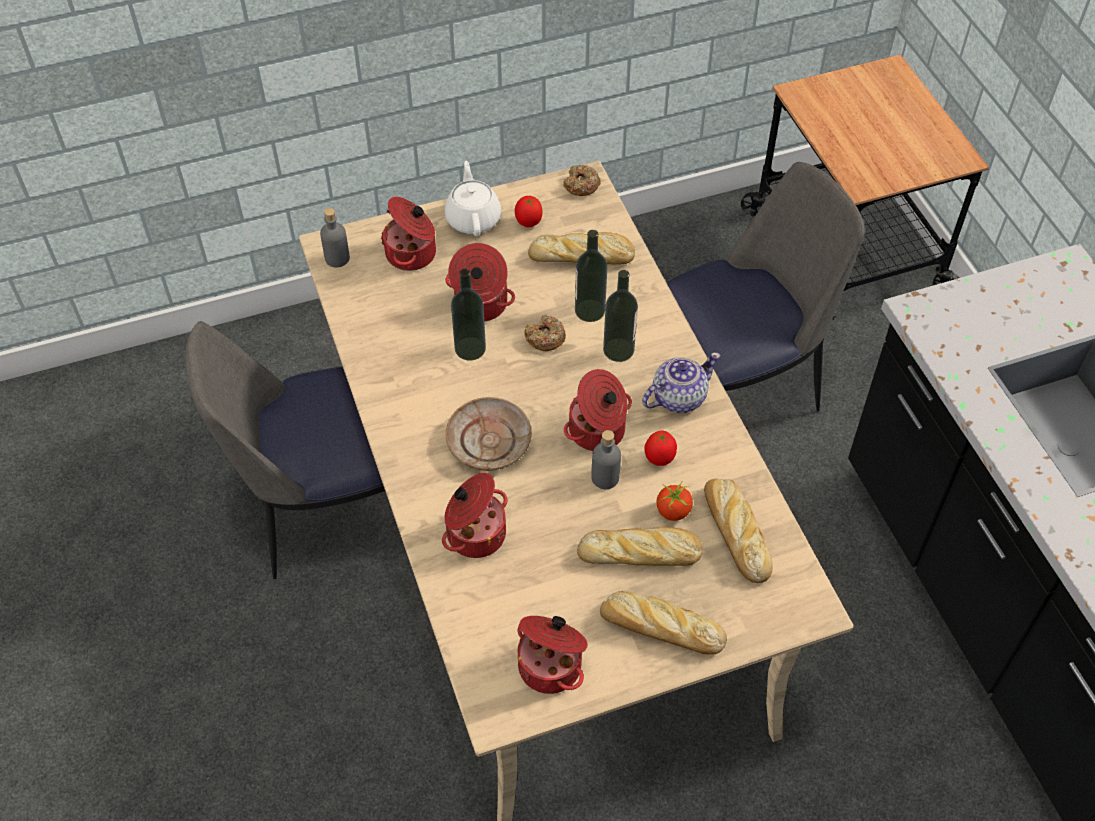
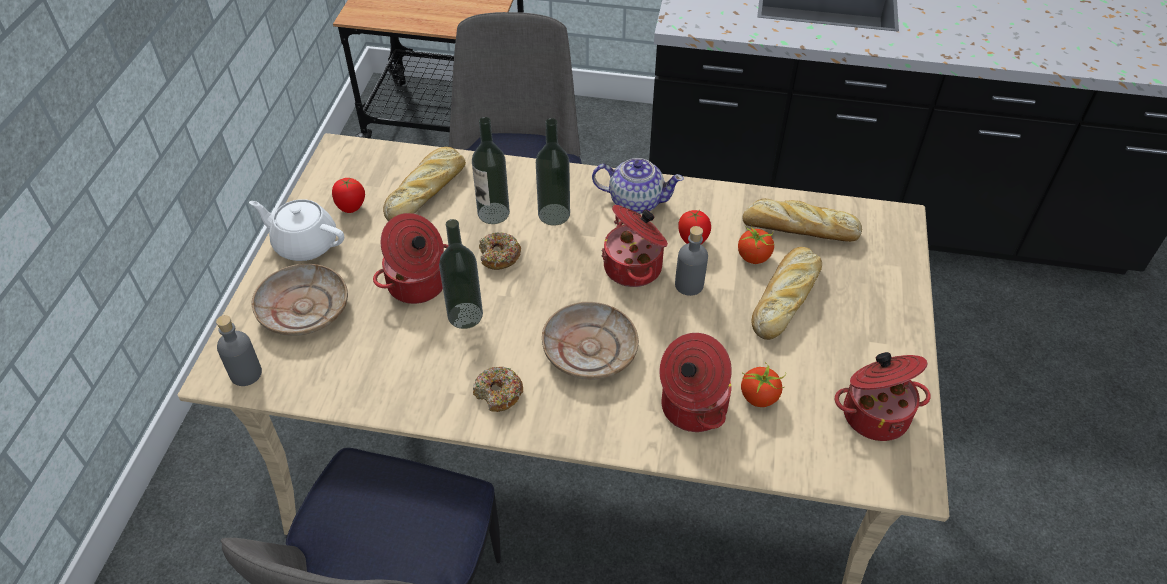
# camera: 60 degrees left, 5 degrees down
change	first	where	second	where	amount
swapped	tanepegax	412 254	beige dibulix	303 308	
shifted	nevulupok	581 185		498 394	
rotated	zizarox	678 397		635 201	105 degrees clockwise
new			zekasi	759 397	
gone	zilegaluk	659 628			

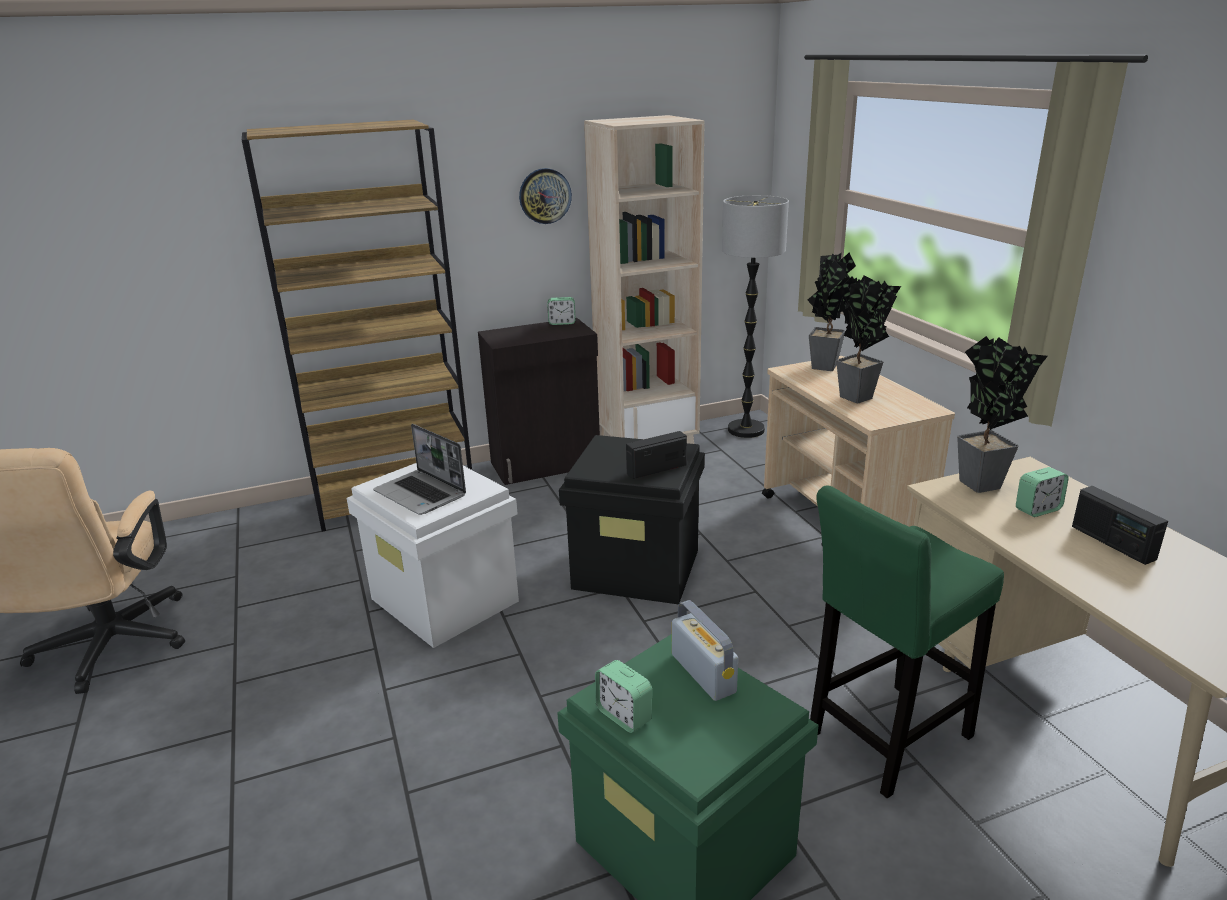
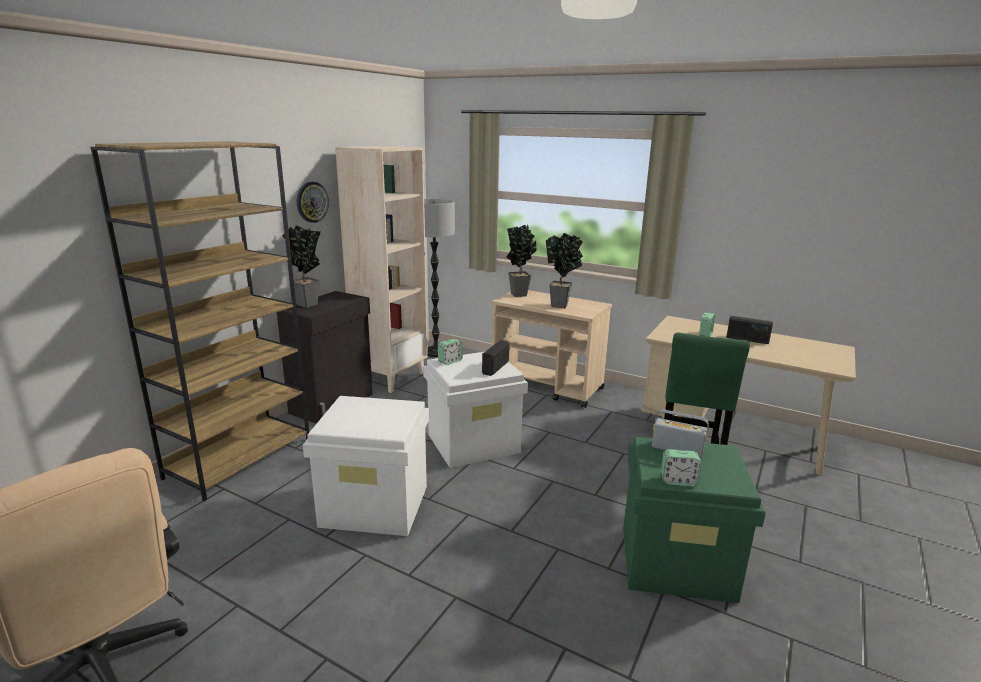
# camera: 40 degrees left, 5 degrees down
change	first	where	second	where	amount
shifted	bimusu	980 487		307 305	
repainted	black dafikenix	638 569	white dafikenix	474 443	
shifted	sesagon	562 323		450 361	
gone	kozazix	421 494			

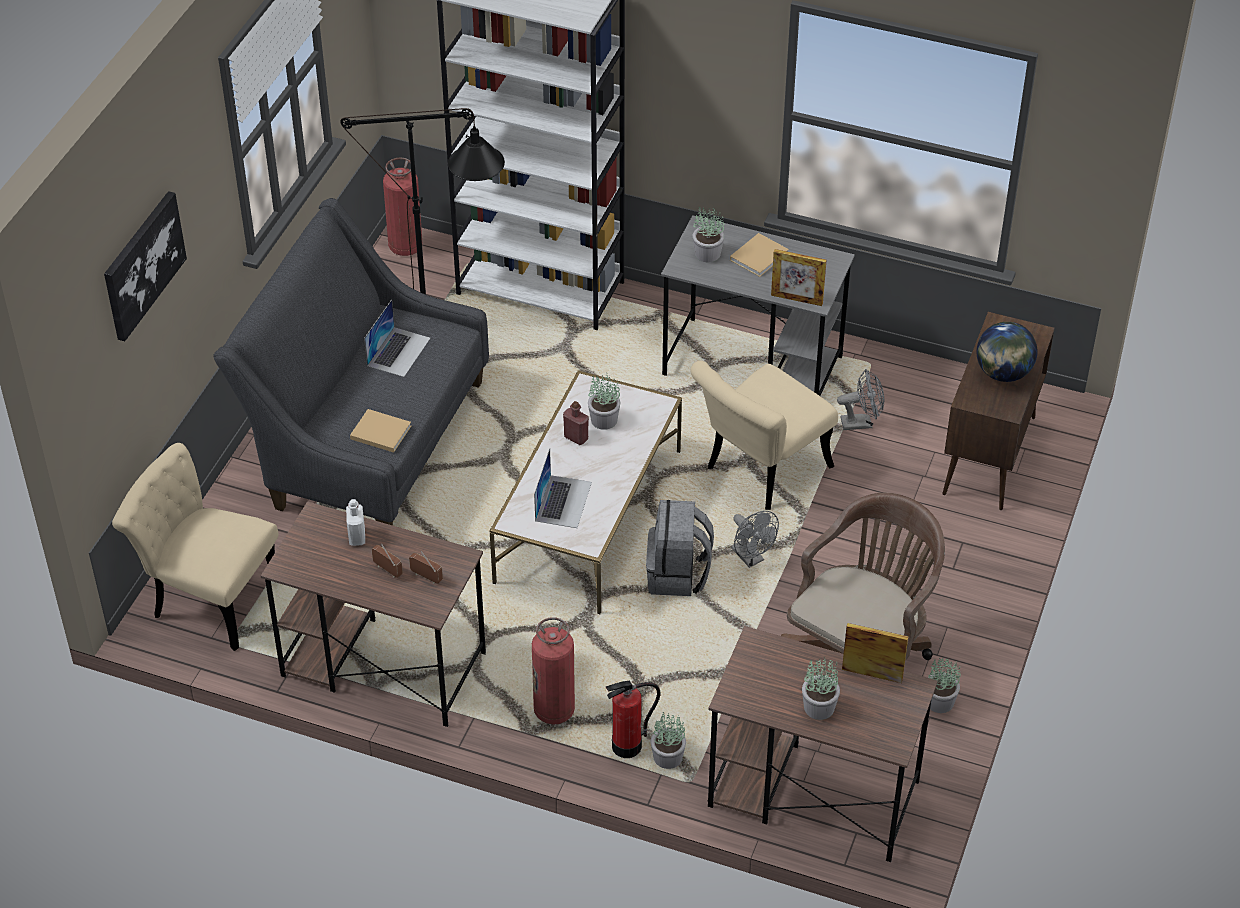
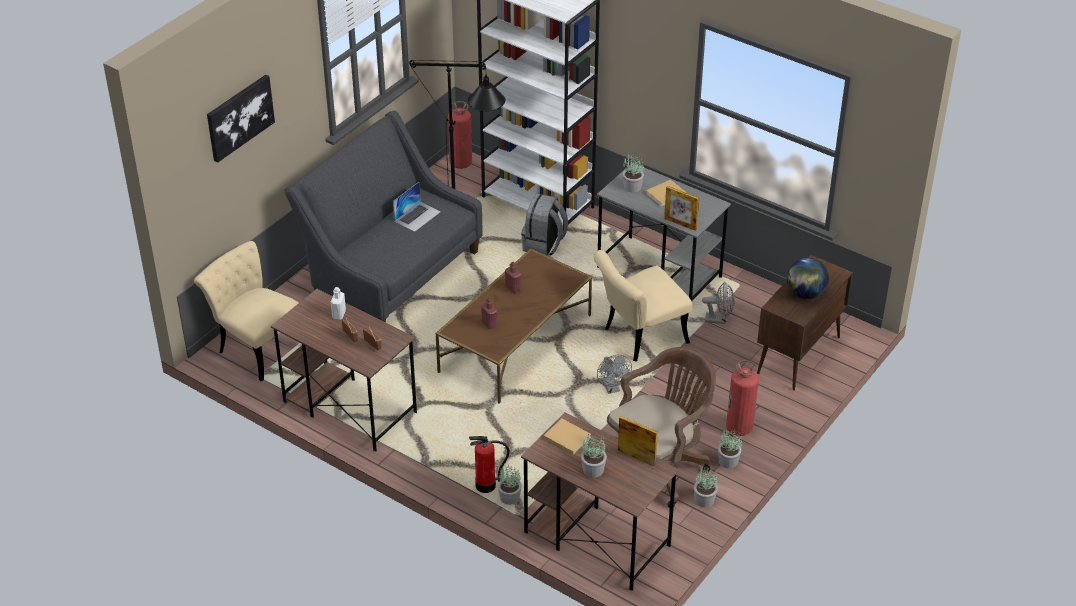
# camera: 15 degrees right, 5 degrees down
change	first	where	second	where	amount
repainted	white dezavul	588 516	brown dezavul	515 343	
swapped	kozazix	563 501	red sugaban	489 324	
shifted	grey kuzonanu	678 575		544 245	
shifted	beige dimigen	379 432		566 437	
shifted	bimusu	603 420		727 461	
shifted	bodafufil	554 710		739 428	

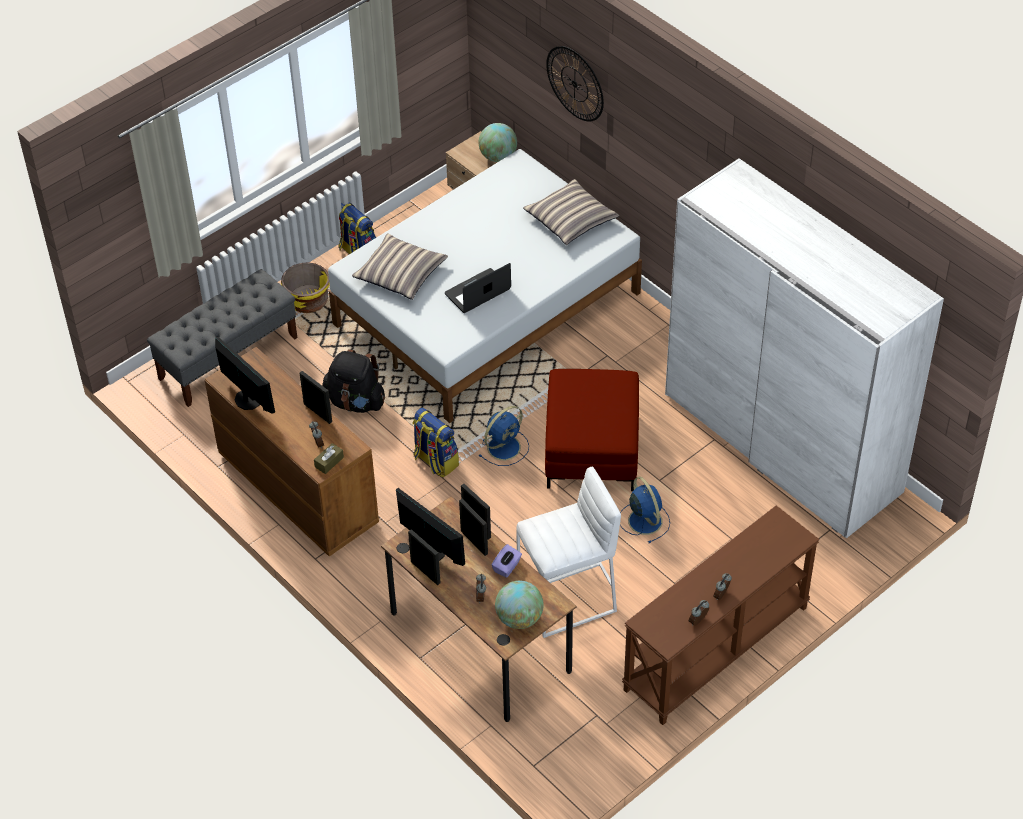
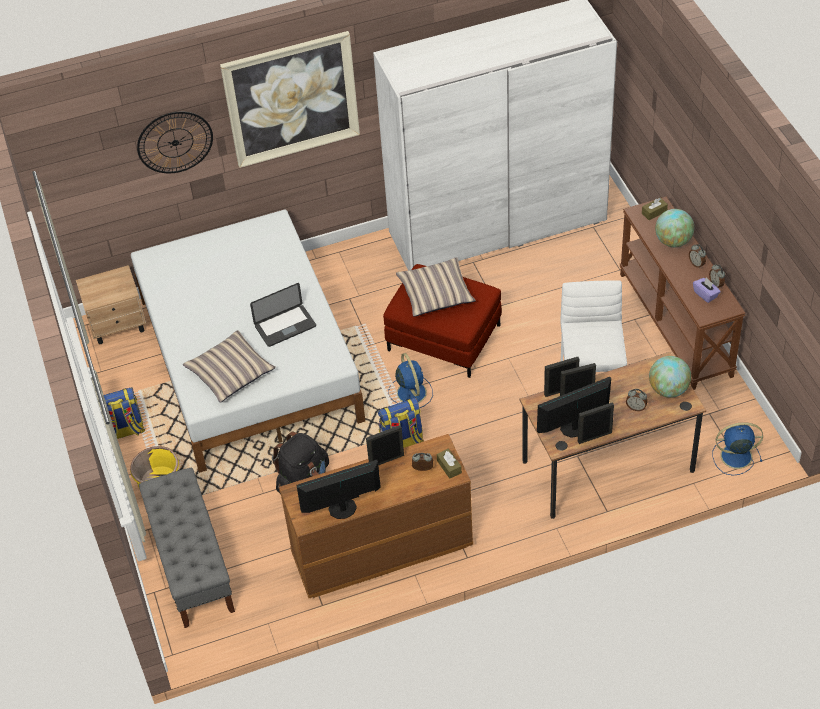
# camera: 65 degrees left, 0 degrees up
change	first	where	second	where	amount
new			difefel	291 99	
rotated	kozazix	477 292		285 326	105 degrees counterclockwise
shifted	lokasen	570 219		436 293	
new			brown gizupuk	654 212	
shifted	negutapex	498 156		673 241	
shifted	purple gizupuk	507 567		705 294	
shifted	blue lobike	644 520		734 456	

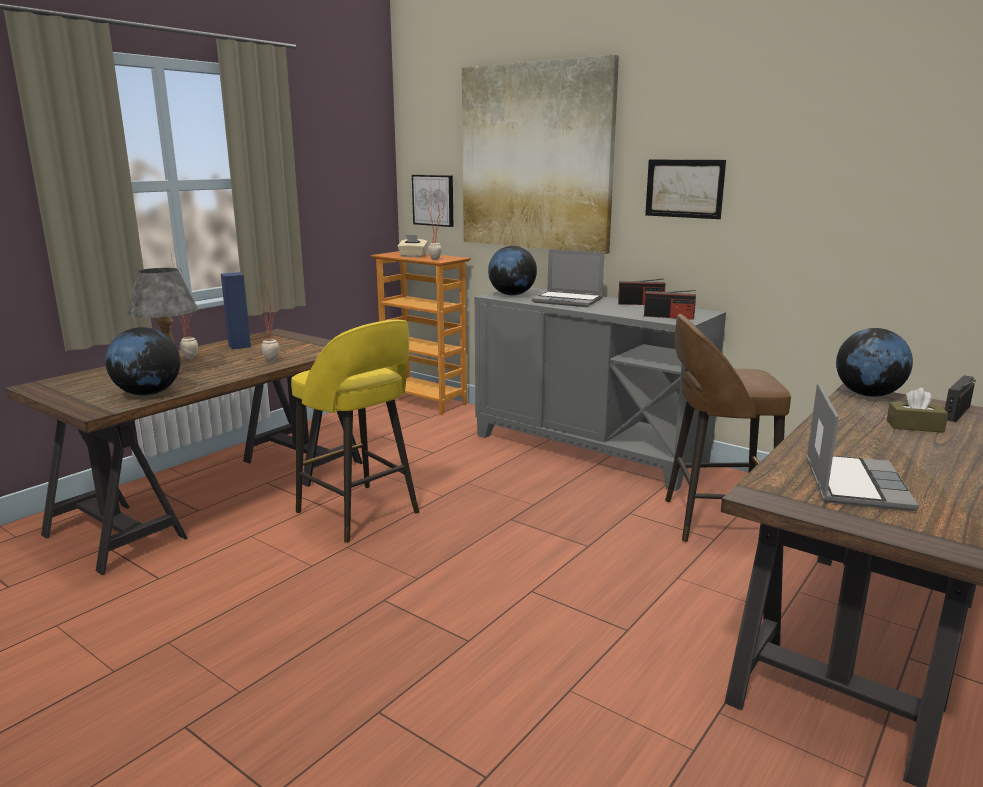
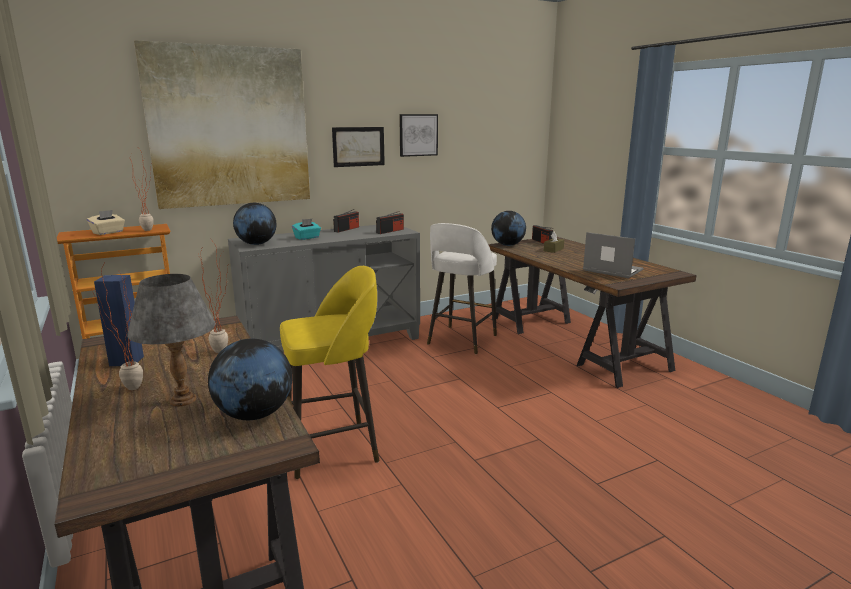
# camera: 65 degrees left, 0 degrees up
change	first	where	second	where	amount
swapped	kozazix	568 301	turquoise gizupuk	307 238	
shifted	difefel	433 200		418 135	
repainted	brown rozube	714 520	white rozube	461 340	

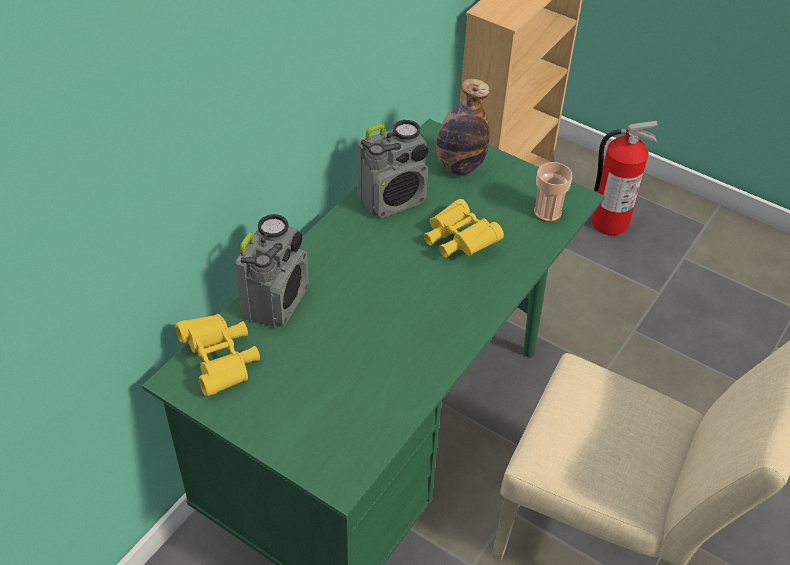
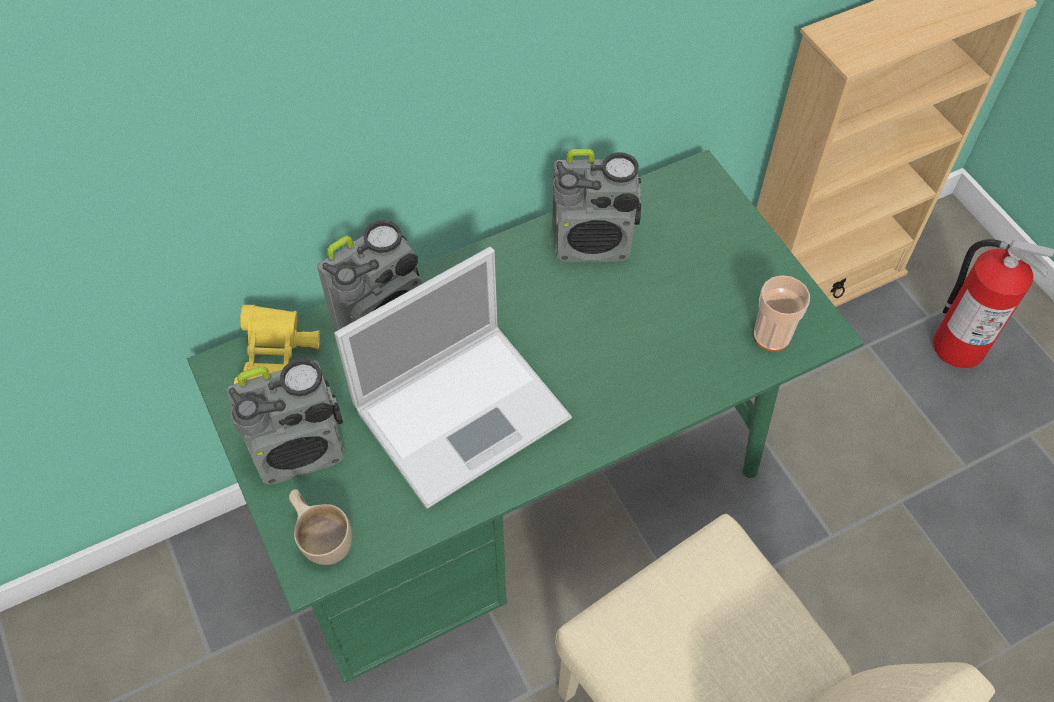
# camera: 30 degrees right, 10 degrees up
change	first	where	second	where	amount
new			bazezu	300 450	
new			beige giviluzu	323 536	
new			kozazix	465 410	
gone	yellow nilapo	458 241			
gone	sugaban	459 167			

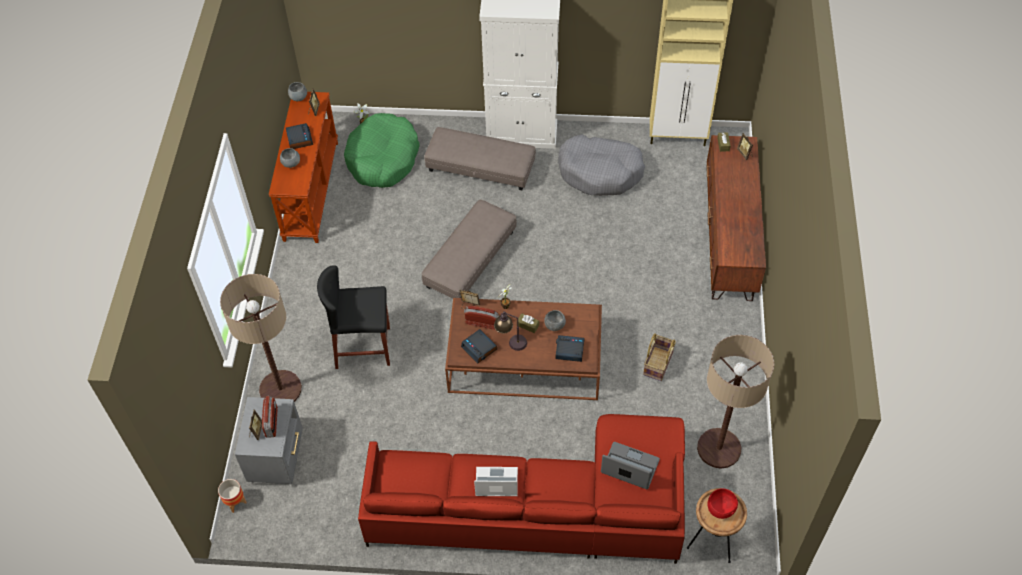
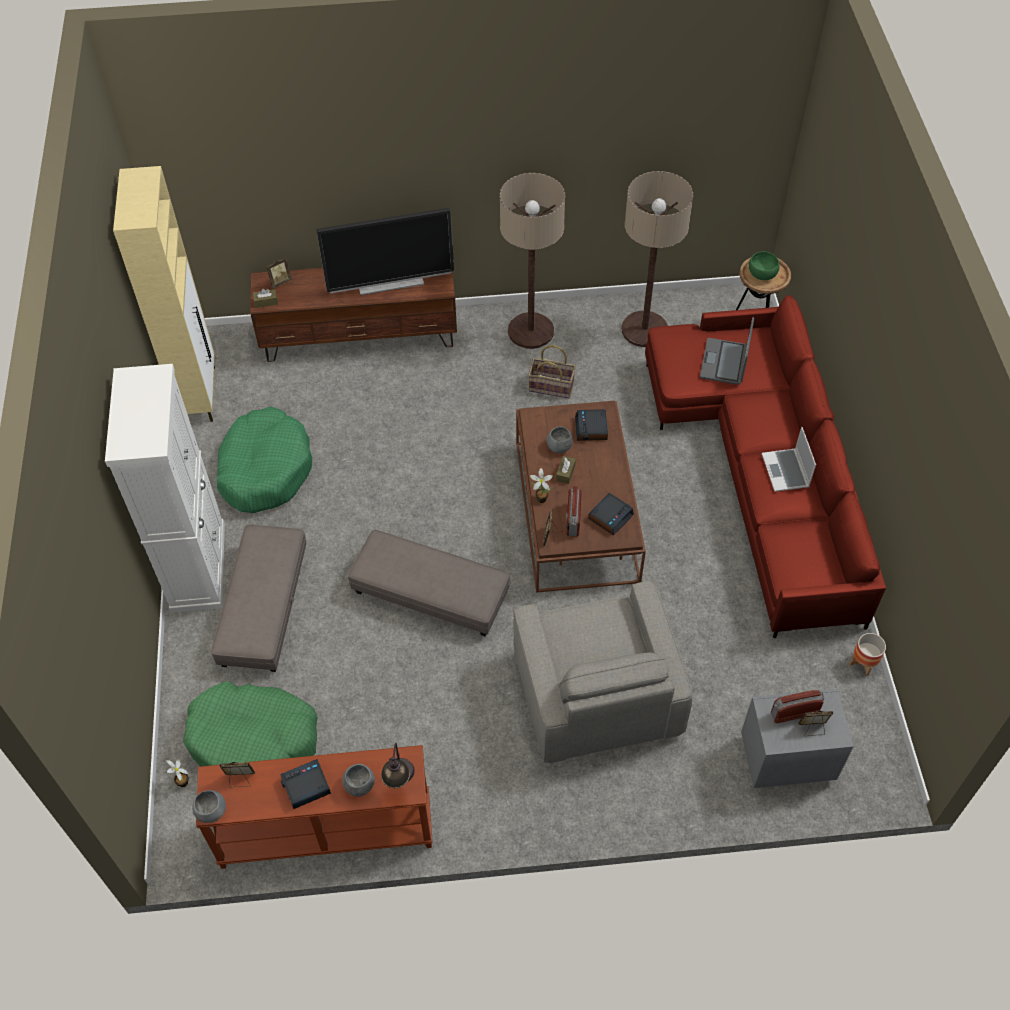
# camera: 100 degrees left, 0 degrees up
change	first	where	second	where	amount
repainted	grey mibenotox	600 172	green mibenotox	265 469	
new			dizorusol	390 282	
shifted	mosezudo	510 341		400 781	
shifted	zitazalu	280 389		530 331	
swapped	black rozube	363 347	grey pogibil	596 693	
repainted	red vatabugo	720 509	green vatabugo	762 274	
shifted	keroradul	235 502		863 663	

